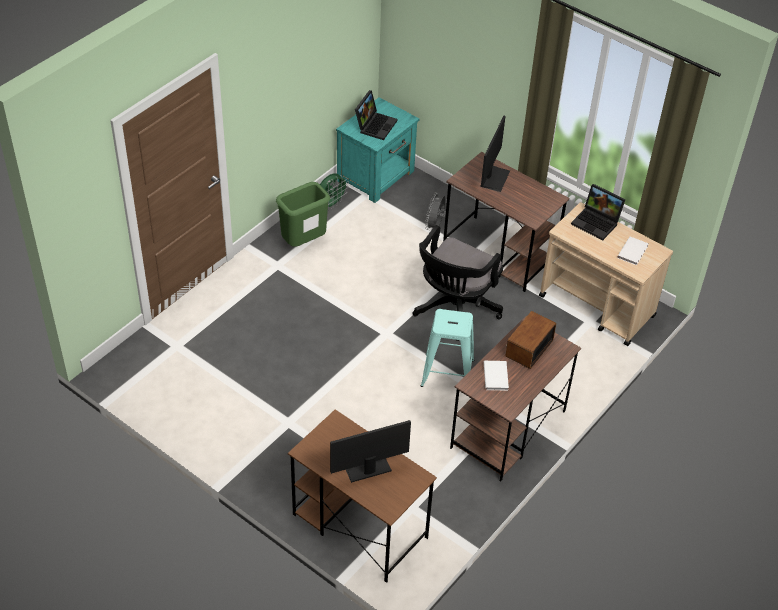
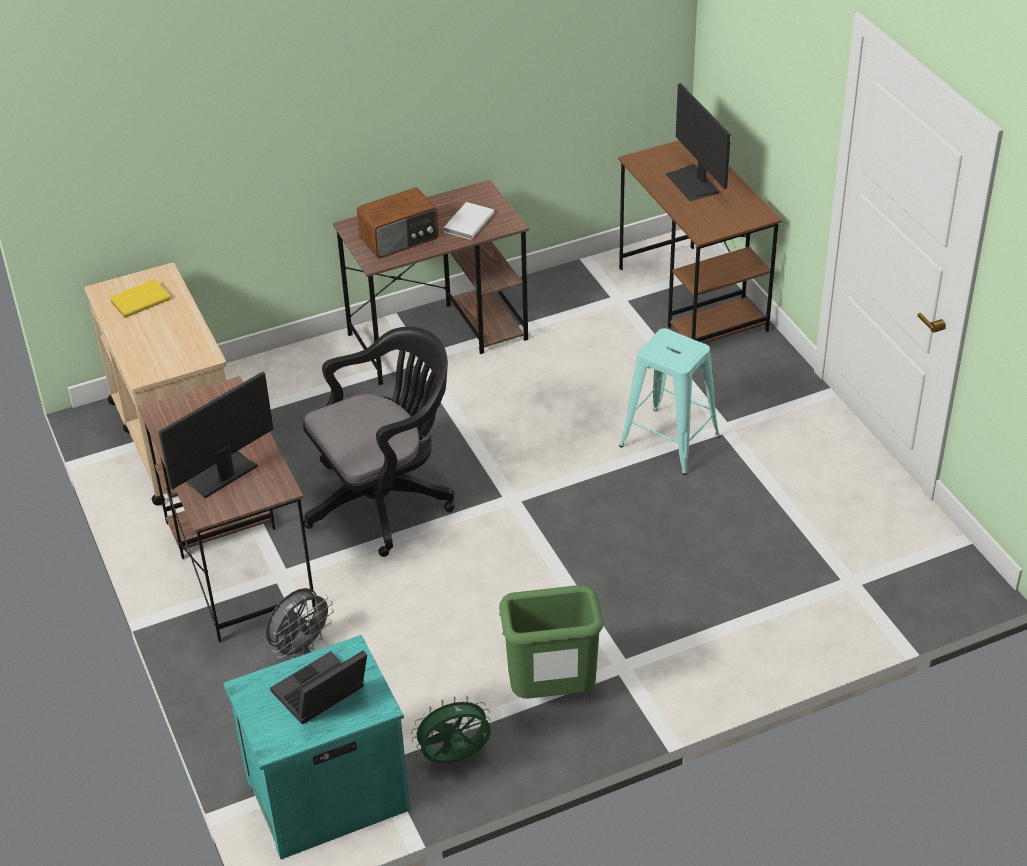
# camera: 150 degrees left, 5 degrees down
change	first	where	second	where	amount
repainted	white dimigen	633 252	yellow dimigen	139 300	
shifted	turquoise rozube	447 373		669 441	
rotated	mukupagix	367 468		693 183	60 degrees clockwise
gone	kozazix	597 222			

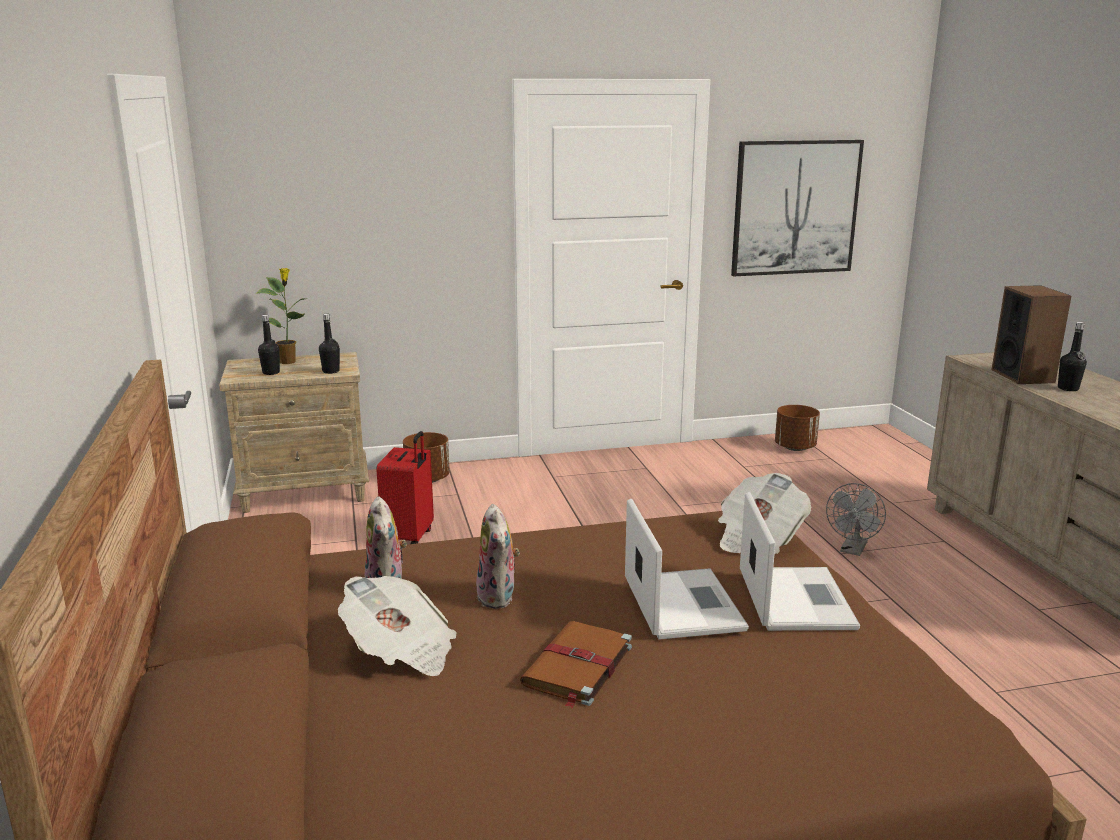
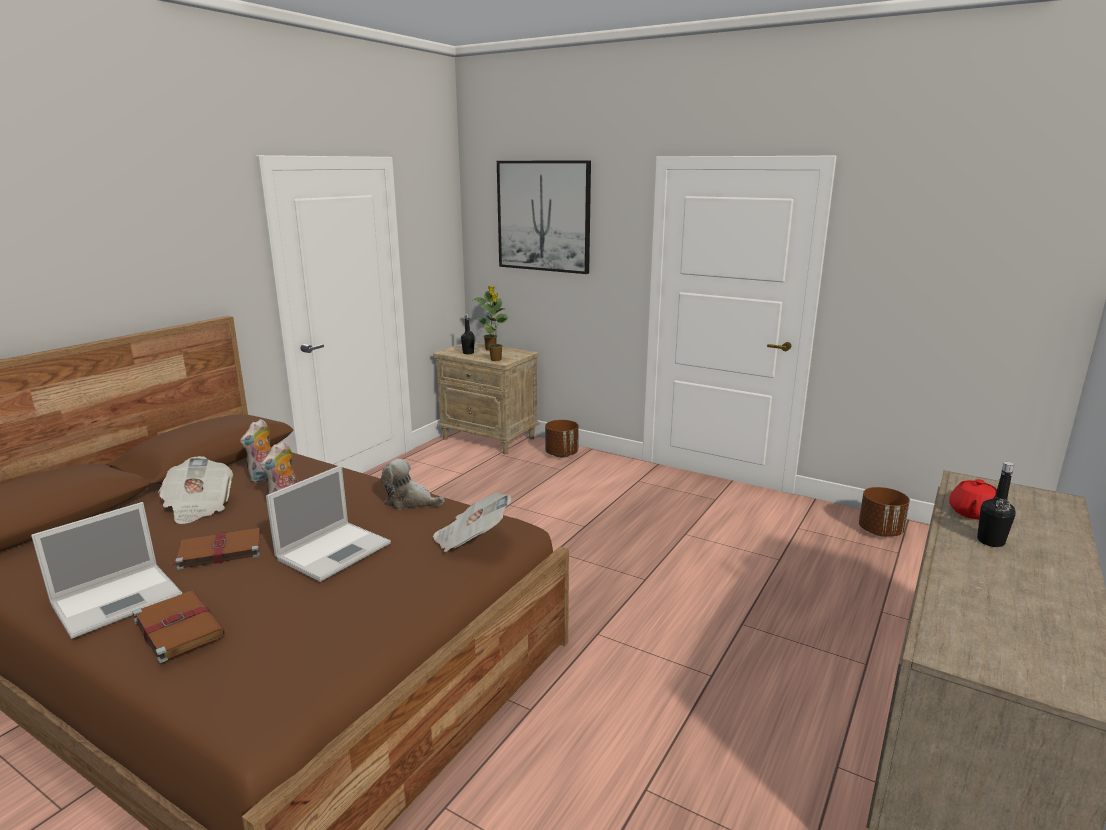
# camera: 45 degrees right, 0 degrees up
change	first	where	second	where	amount
shifted	kozazix	794 598		119 599	
new			brown dimigen	178 627	
new			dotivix	410 502	
swapped	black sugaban	331 371	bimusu	496 359	
shifted	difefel	795 208		543 216	
swapped	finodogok	1023 376	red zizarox	972 513	
gone	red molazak	410 538			
gone	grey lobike	853 550			

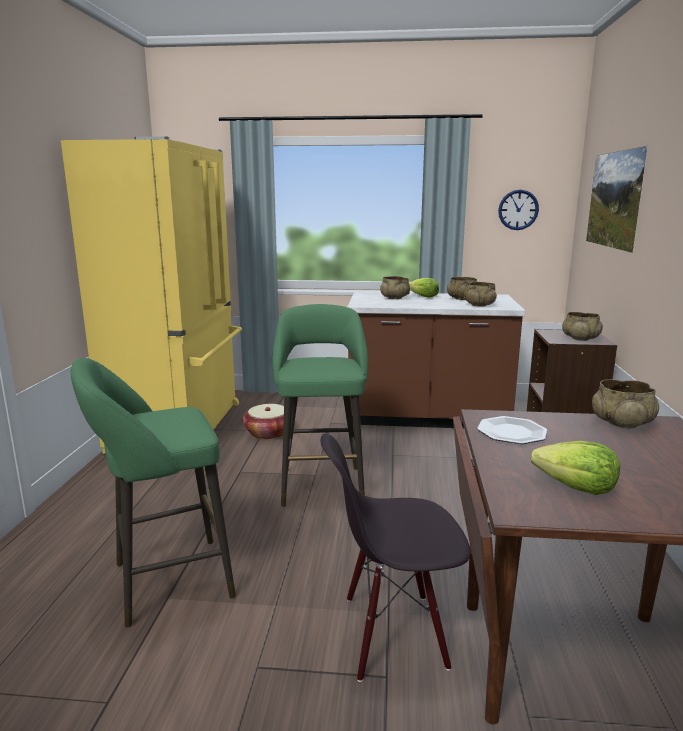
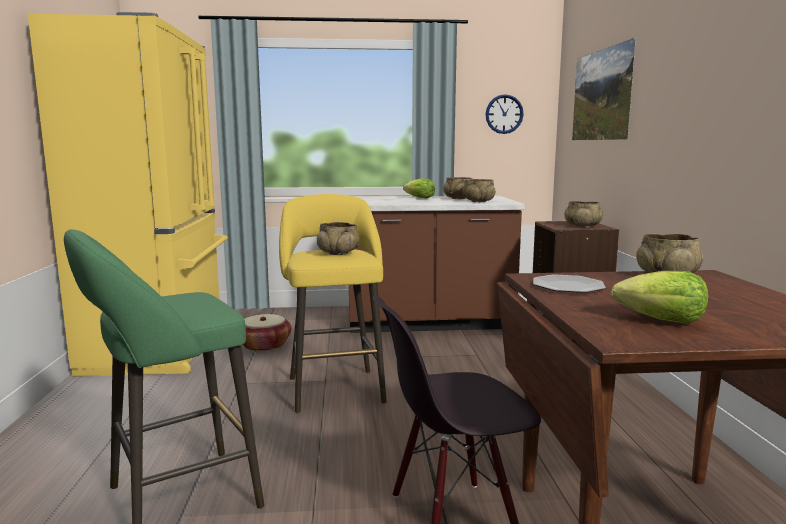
# camera: 10 degrees left, 5 degrees down
change	first	where	second	where	amount
repainted	green rozube	322 483	yellow rozube	334 387	
shifted	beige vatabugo	394 298		338 253	

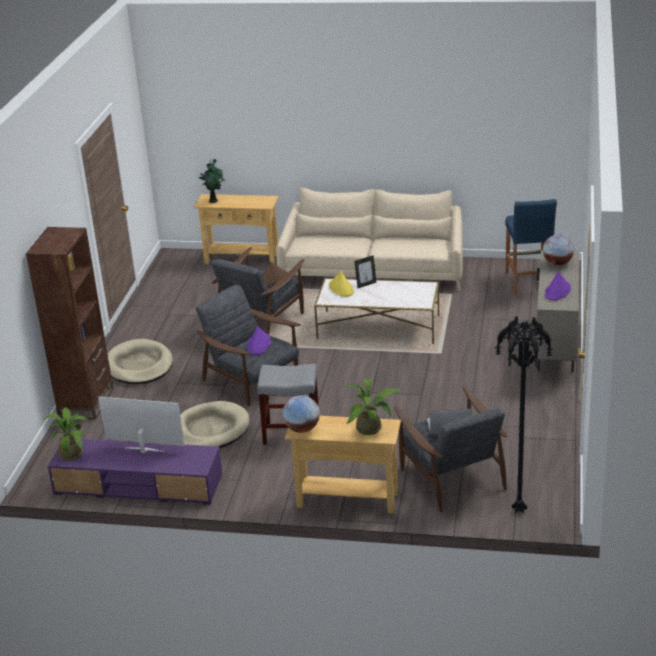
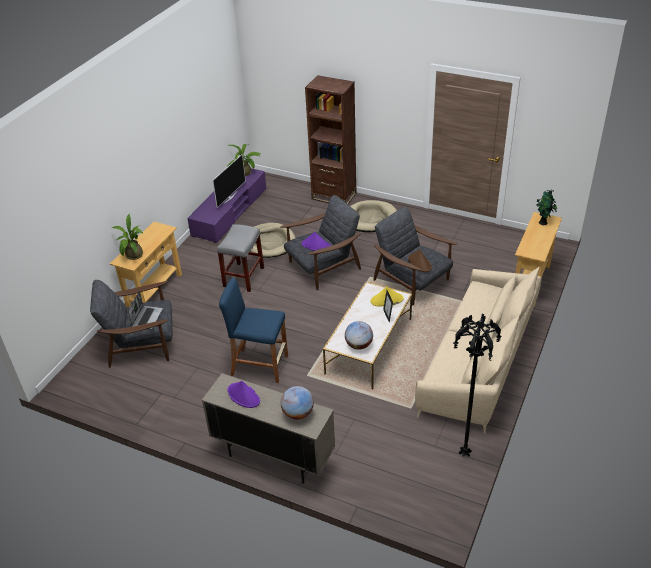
# camera: 105 degrees right, 10 degrees up
change	first	where	second	where	amount
shifted	blue rozube	528 283		259 365	
shifted	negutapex	302 429		359 345	
shifted	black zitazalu	520 511		463 454	

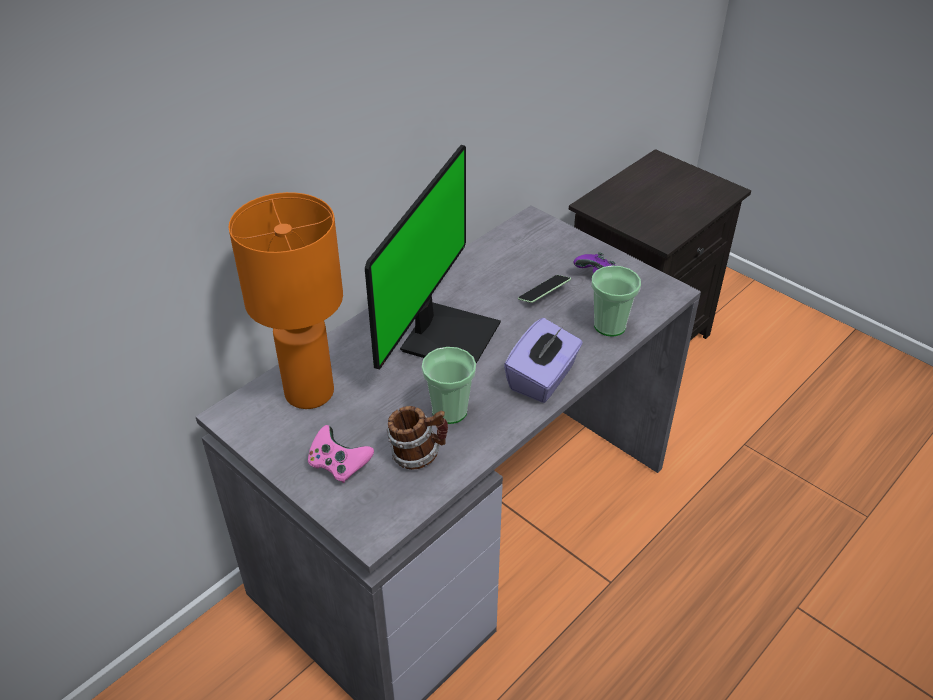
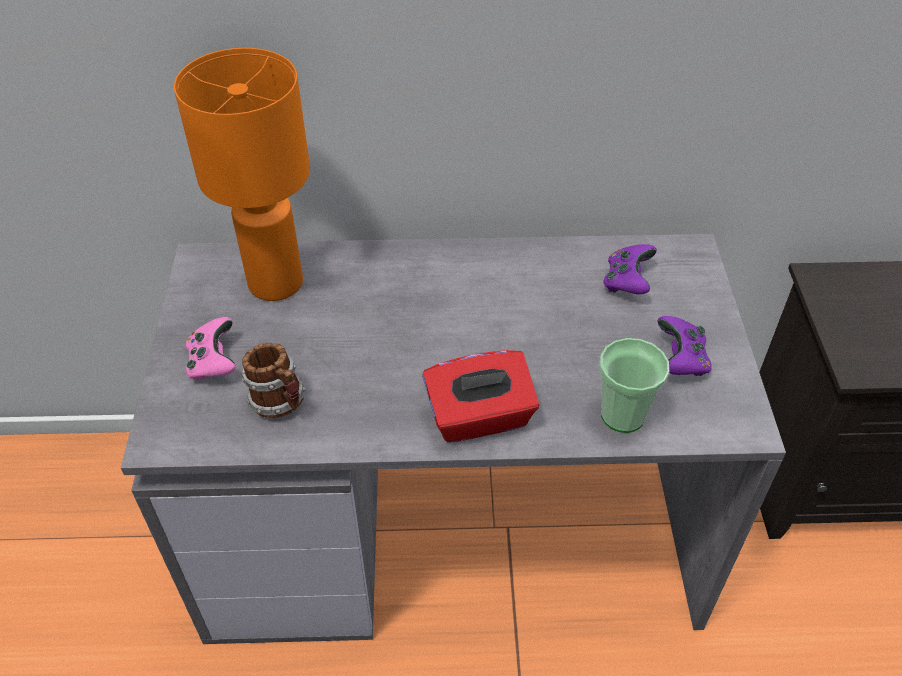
# camera: 45 degrees right, 5 degrees up
change	first	where	second	where	amount
repainted	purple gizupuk	542 378	red gizupuk	480 418	
new			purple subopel	627 282	
gone	mukupagix	446 335			
gone	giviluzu	449 411			
gone	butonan	544 295			

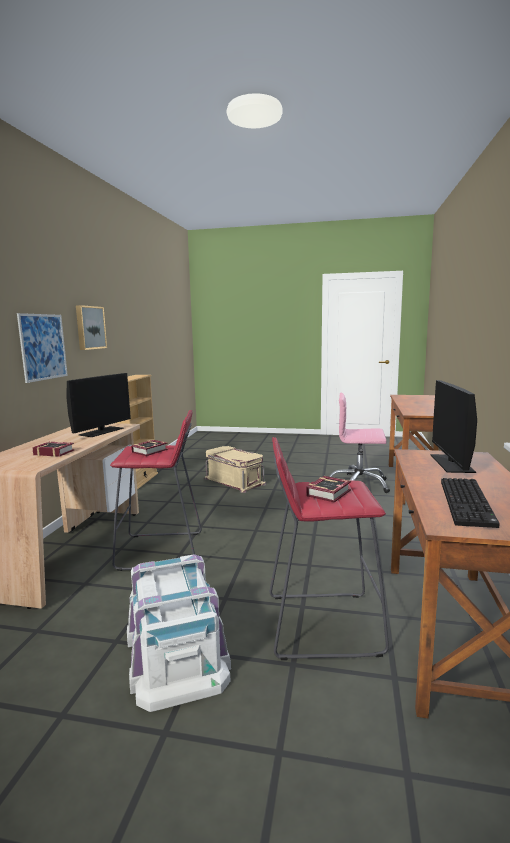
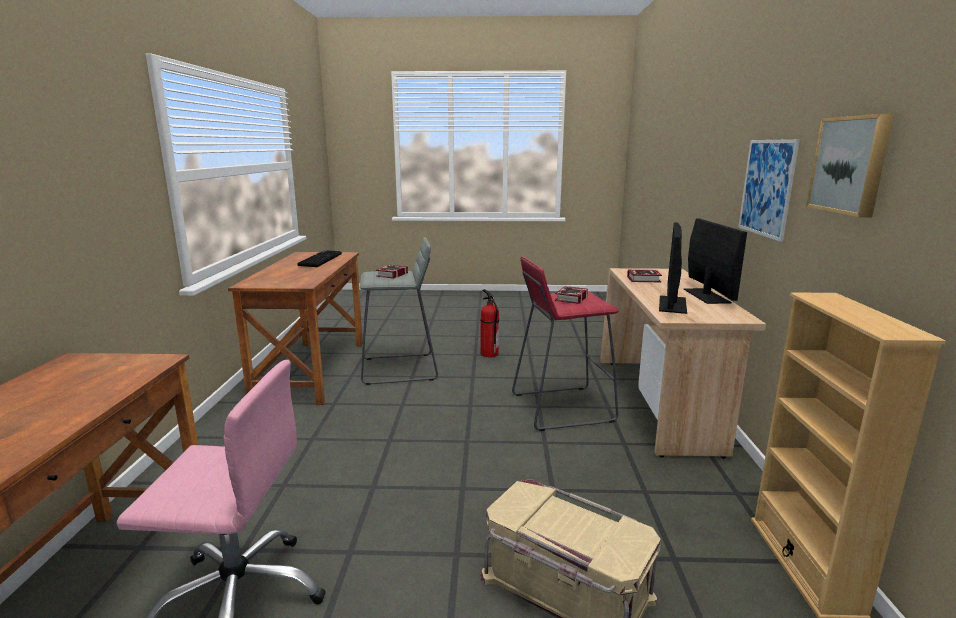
# camera: 170 degrees right, 5 degrees up
change	first	where	second	where	amount
repainted	red rozube	321 623	grey rozube	399 369	
swapped	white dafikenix	177 652	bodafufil	488 353	
shifted	mukupagix	451 463		706 296	

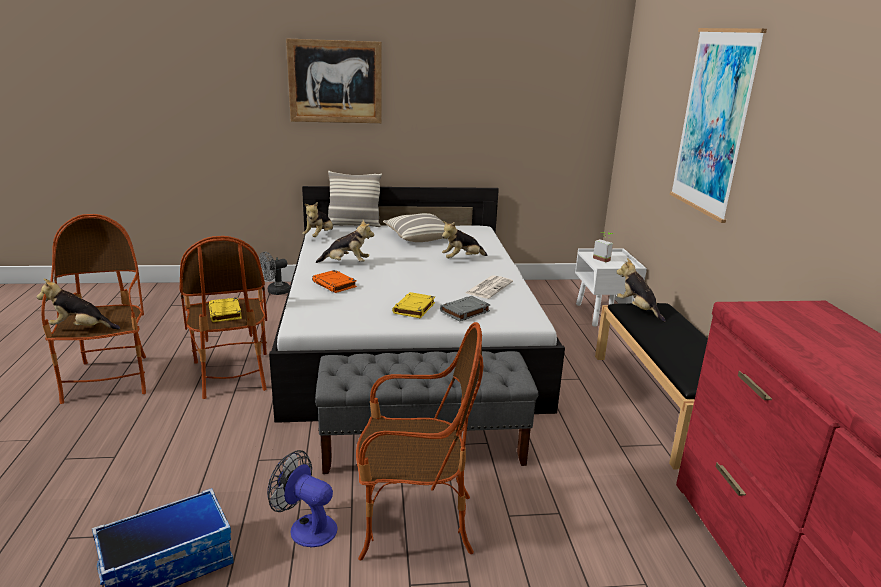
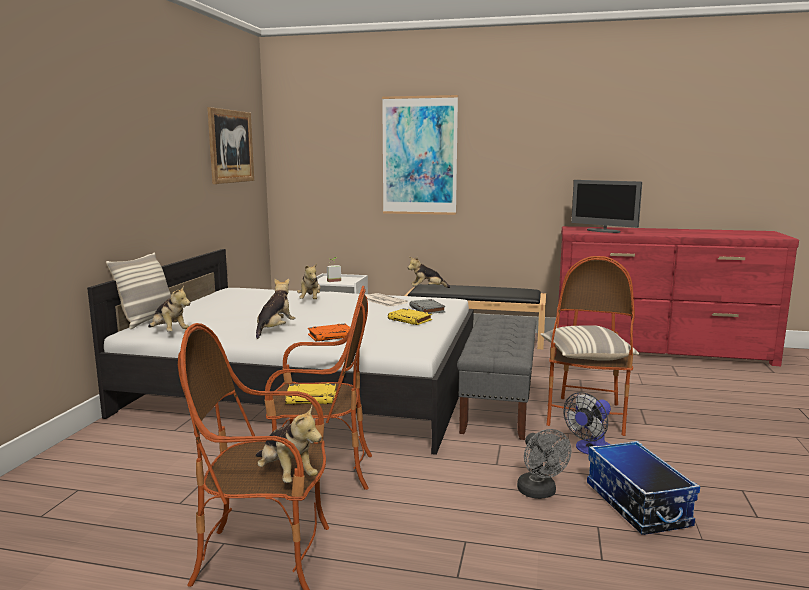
# camera: 70 degrees left, 10 degrees down
change	first	where	second	where	amount
shifted	difefel	335 82		231 146	
rotated	dotivix	81 328		286 475	60 degrees counterclockwise
shifted	grey lobike	275 292		540 493	
shifted	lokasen	418 237		585 357	
new			mukupagix	603 231	

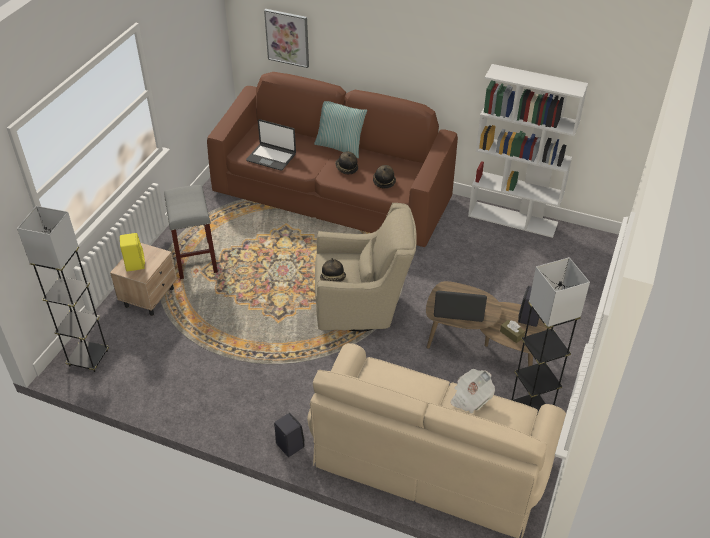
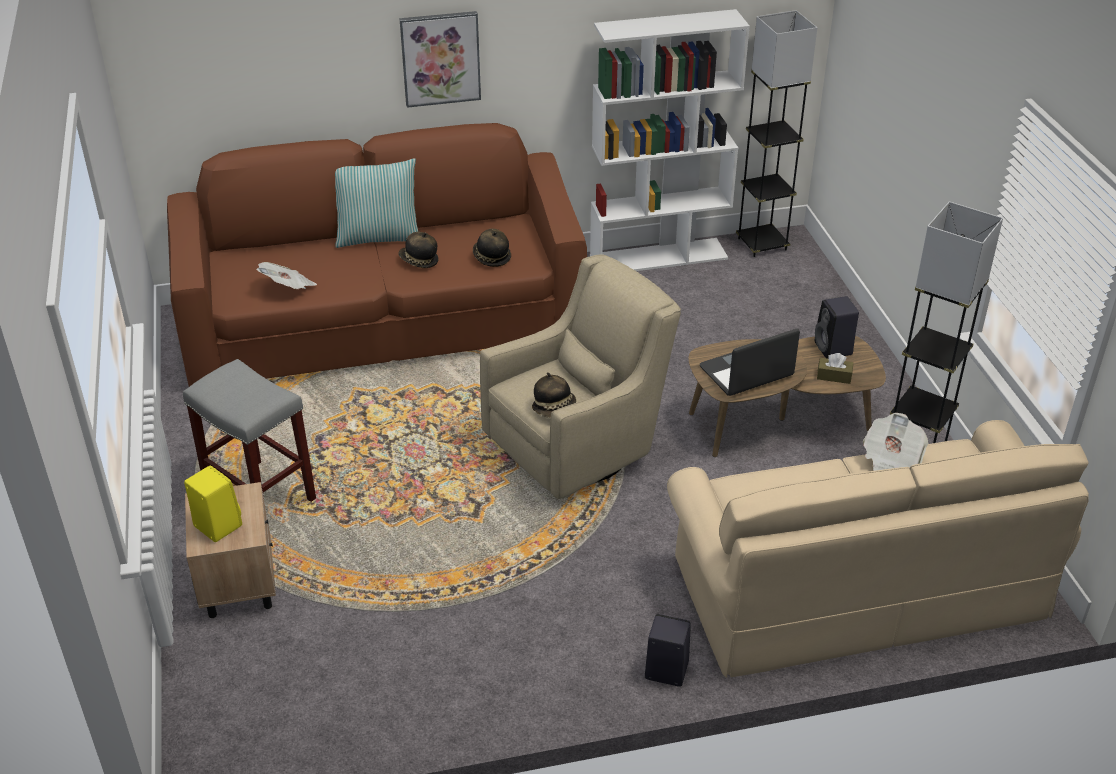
# camera: 35 degrees left, 5 degrees down
change	first	where	second	where	amount
swapped	kozazix	271 157	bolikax	288 288	
shifted	difefel	287 37		440 58	
shifted	grey zitazalu	88 358		762 244	

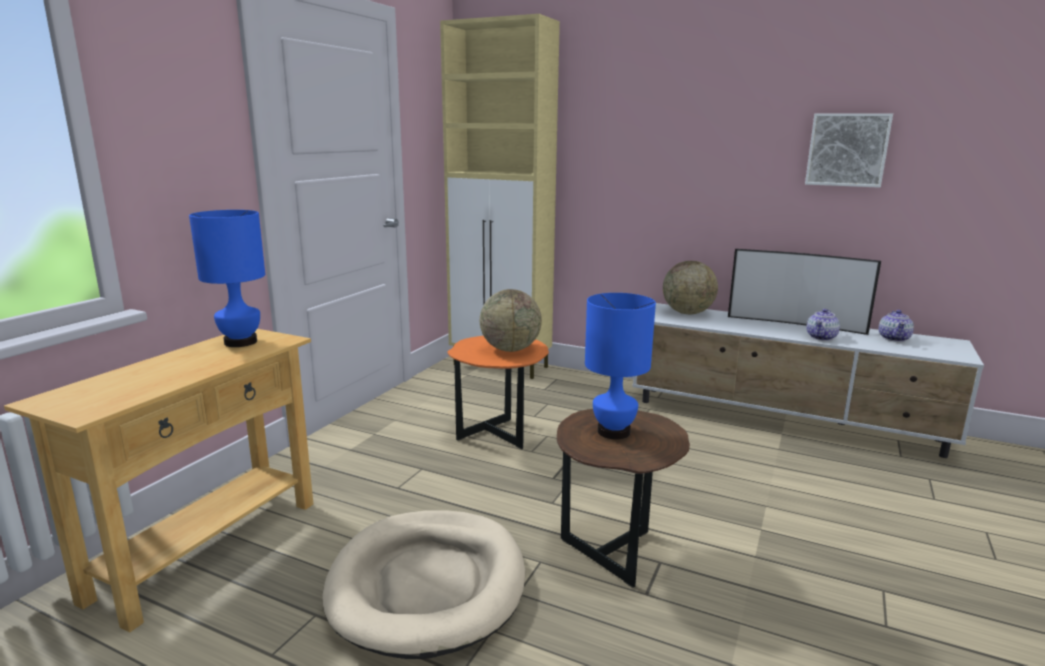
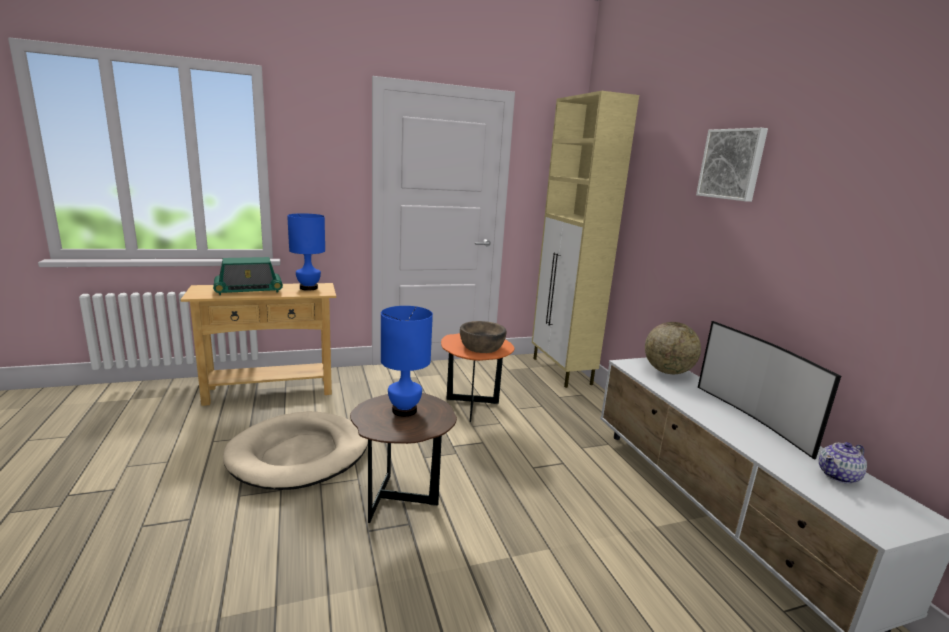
# camera: 45 degrees right, 0 degrees up
change	first	where	second	where	amount
new			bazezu	249 290	
swapped	negutapex	510 349	brown vatabugo	482 347	
shifted	difefel	847 150		732 164	
gone	zizarox	821 337			

